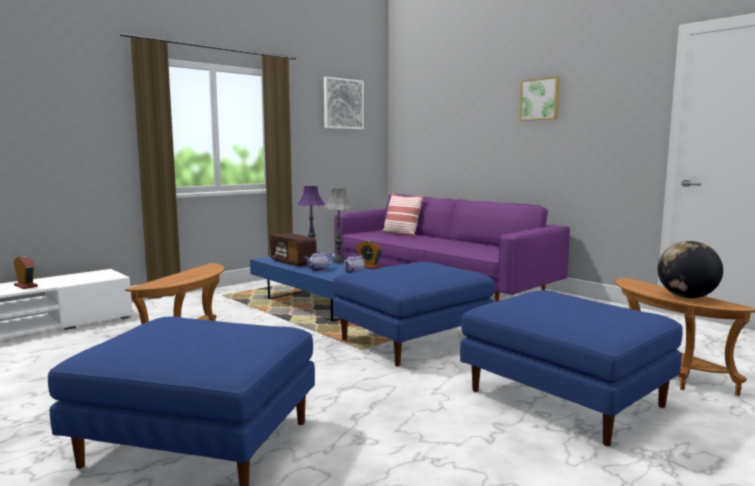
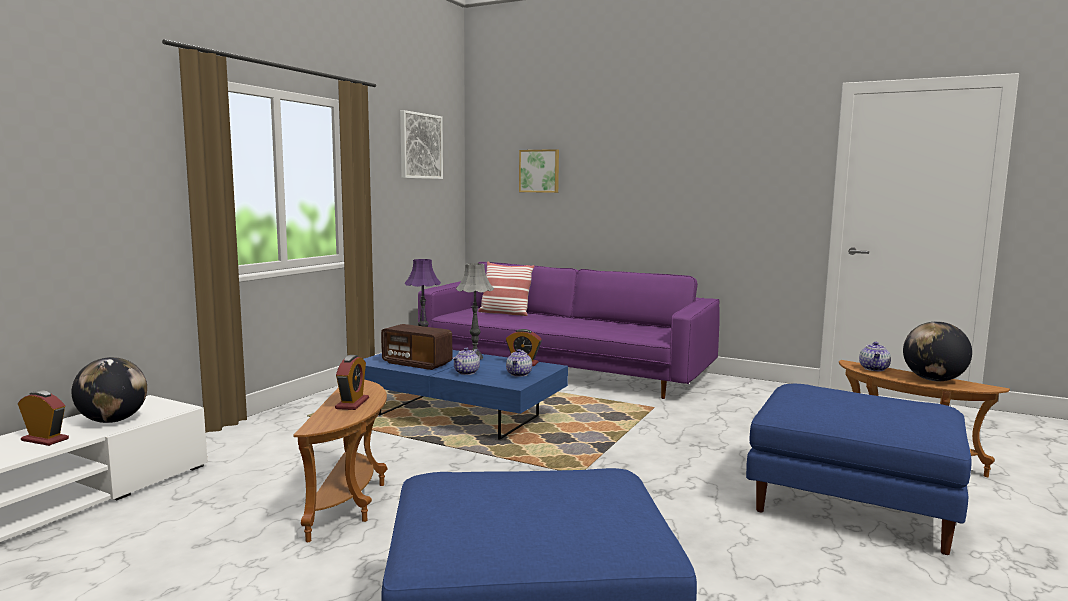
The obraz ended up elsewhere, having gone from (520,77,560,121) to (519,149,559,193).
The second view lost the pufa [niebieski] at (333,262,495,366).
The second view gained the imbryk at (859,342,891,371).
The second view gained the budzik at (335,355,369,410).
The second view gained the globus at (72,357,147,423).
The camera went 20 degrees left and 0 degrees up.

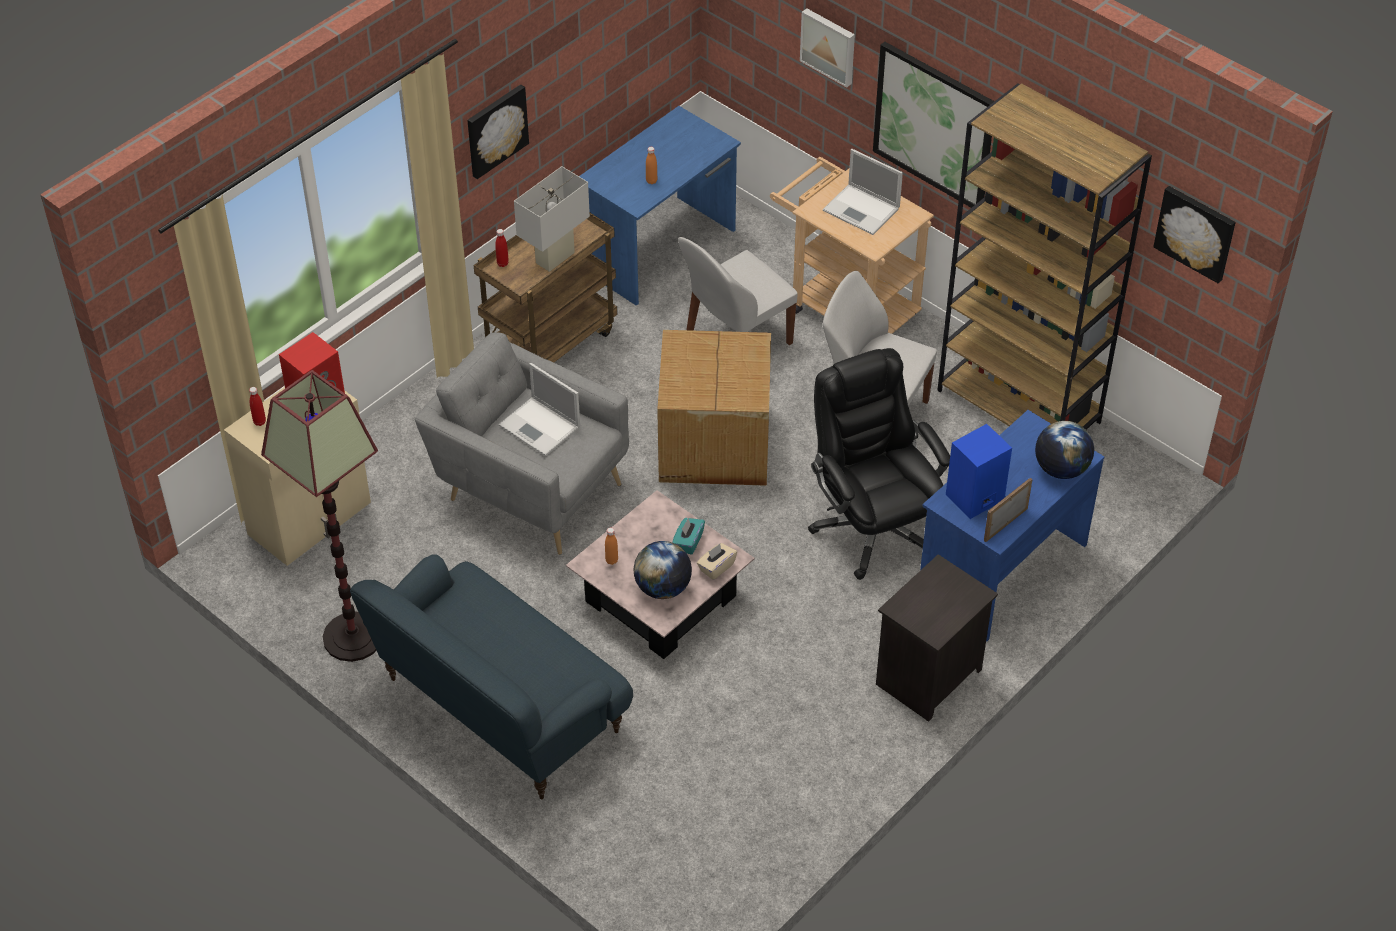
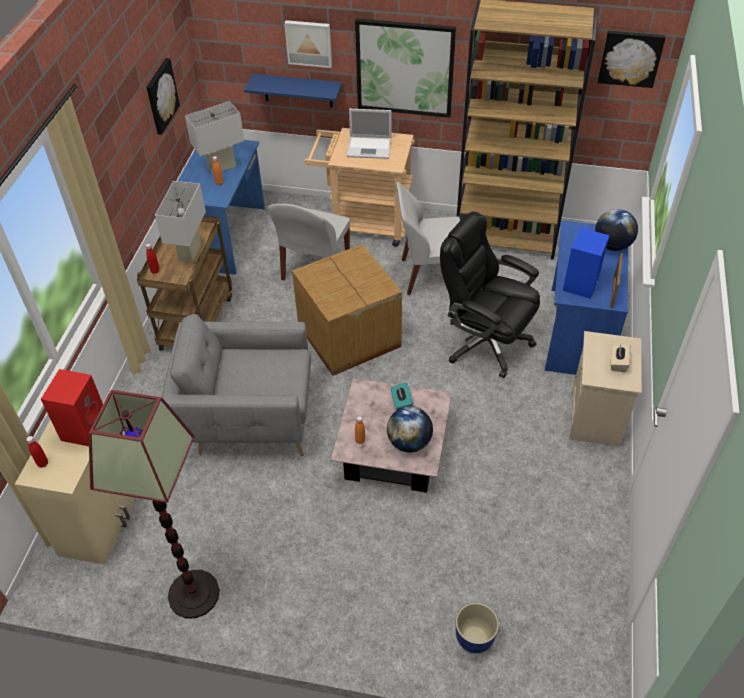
The obraz ended up elsewhere, having gone from (467,84,529,179) to (146,58,180,135).
The second view lost the laptop at (499,363,580,456).
The pudełko chusteczek [beżowy] ended up elsewhere, having gone from (697,543,737,580) to (610,344,631,372).
The second view lost the kanapa [niebieski] at (350,554,633,799).
What was the szafka nocna [czarny] at (876,554,998,722) turned into the szafka nocna [beżowy] at (569,331,642,447).
The second view gained the półka [niebieski] at (244,74,342,107).
The second view gained the lampa stołowa [biały] at (185,101,244,175).
The second view gained the donica at (456,603,499,653).
The camera went 30 degrees left and 0 degrees up.

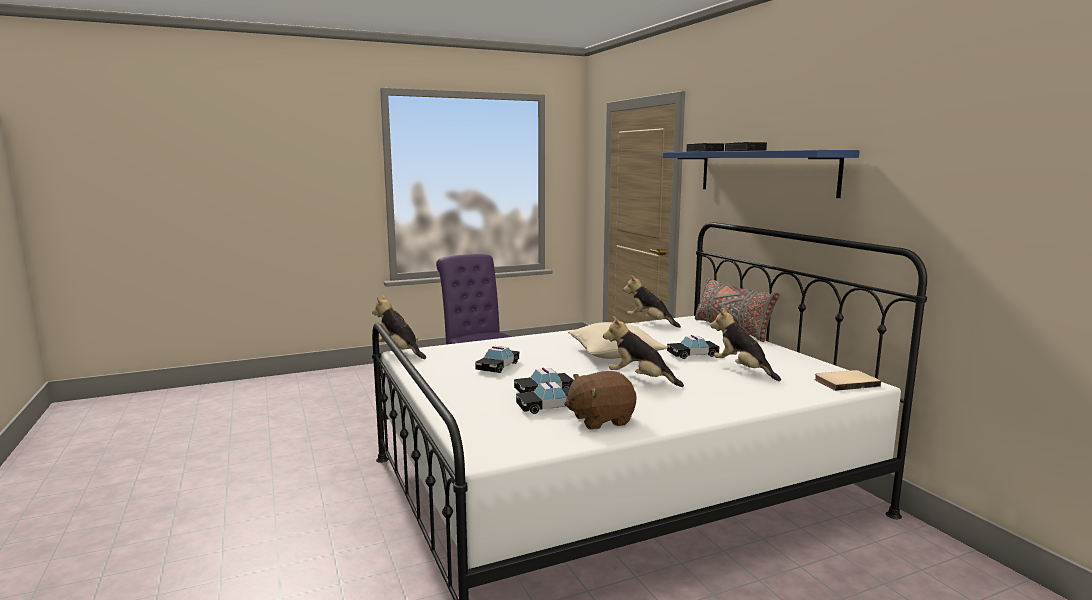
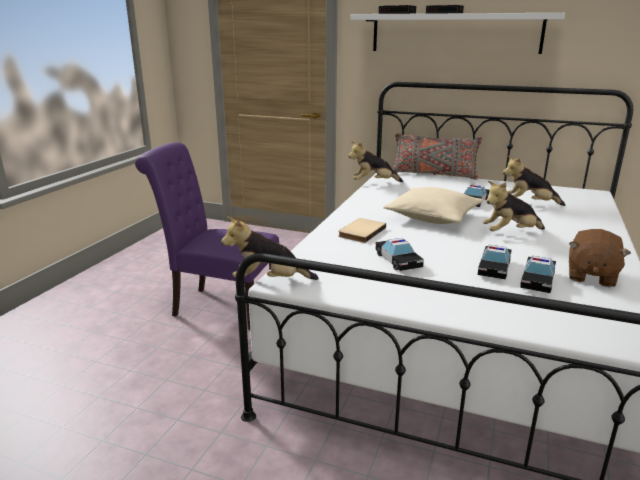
What was the półka [niebieski] at (663,150,860,198) turned into the półka [biały] at (350,13,565,54).
The książka [beżowy] ended up elsewhere, having gone from (814,370,881,391) to (338,218,386,243).
The camera went 45 degrees left and 10 degrees up.

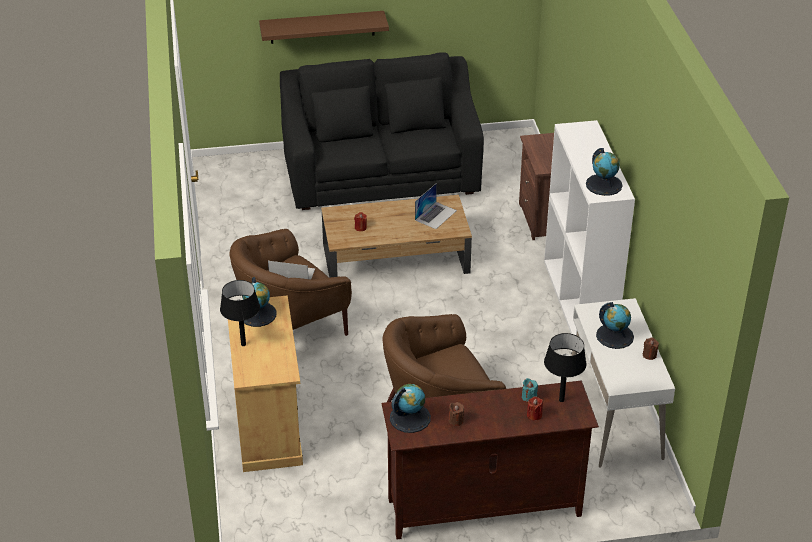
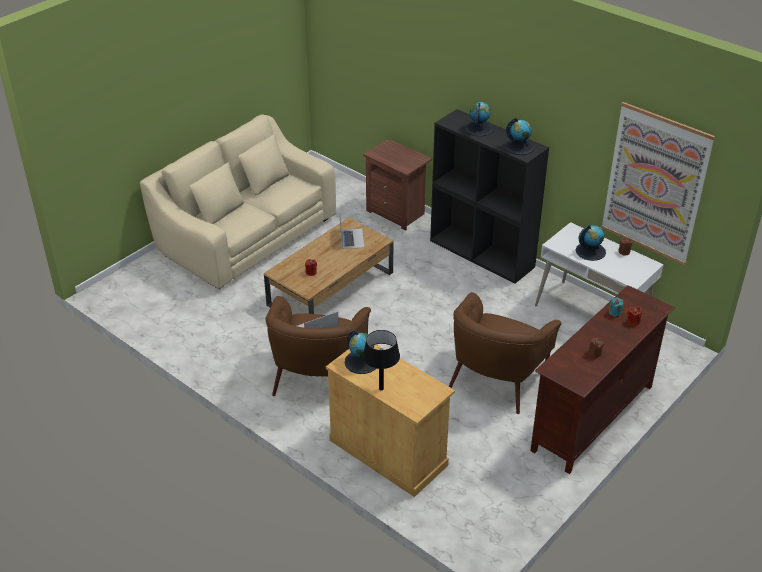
The second view lost the półka [brązowy] at (259,11,389,44).
What was the kanapa [czarny] at (280,52,484,210) turned into the kanapa [beżowy] at (140,114,336,289).
What was the regał [biały] at (544,120,635,335) turned into the regał [czarny] at (430,109,549,284).
The second view lost the lampa stołowa [czarny] at (544,333,586,402).
The globus ended up elsewhere, having gone from (390,384,431,433) to (465,102,494,136).
The second view gained the obraz at (601,102,715,265).
The camera went 40 degrees left and 0 degrees up.

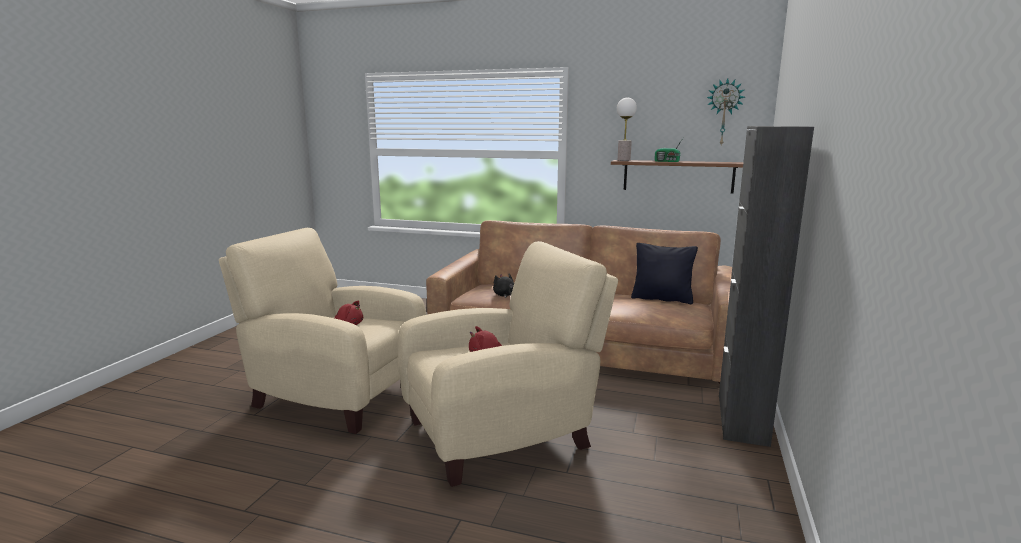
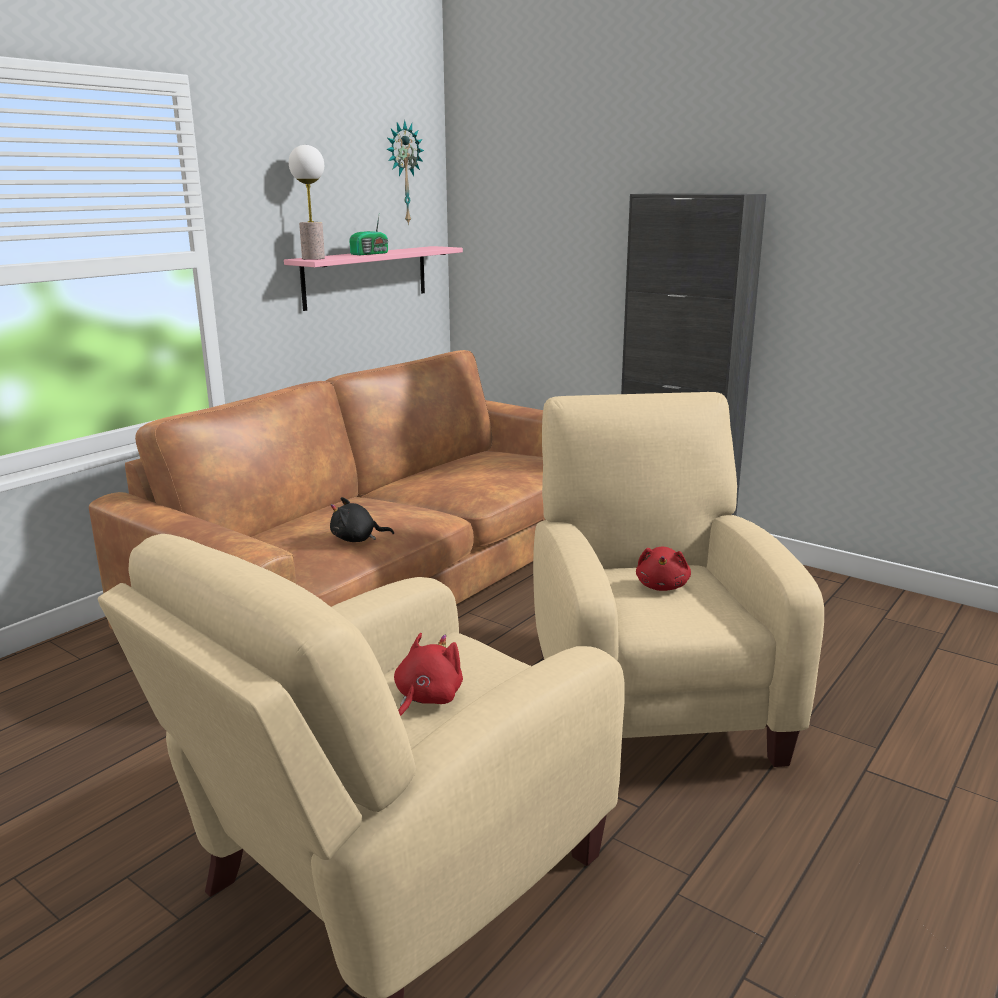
What was the półka [brązowy] at (611,160,743,194) turned into the półka [różowy] at (284,246,463,311).
The second view lost the poduszka [czarny] at (631,243,698,304).
The camera went 70 degrees left and 5 degrees up.

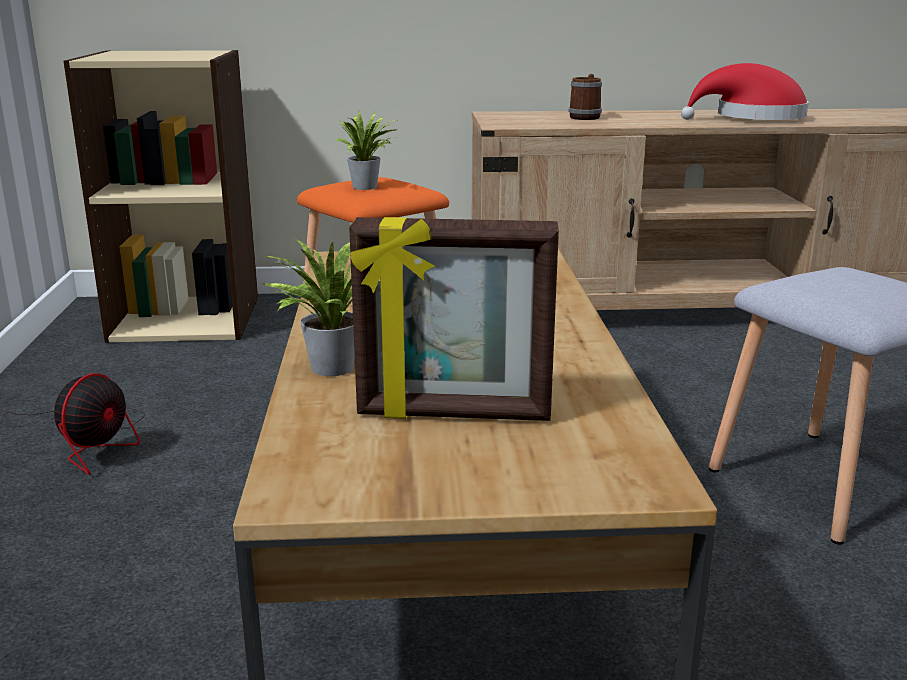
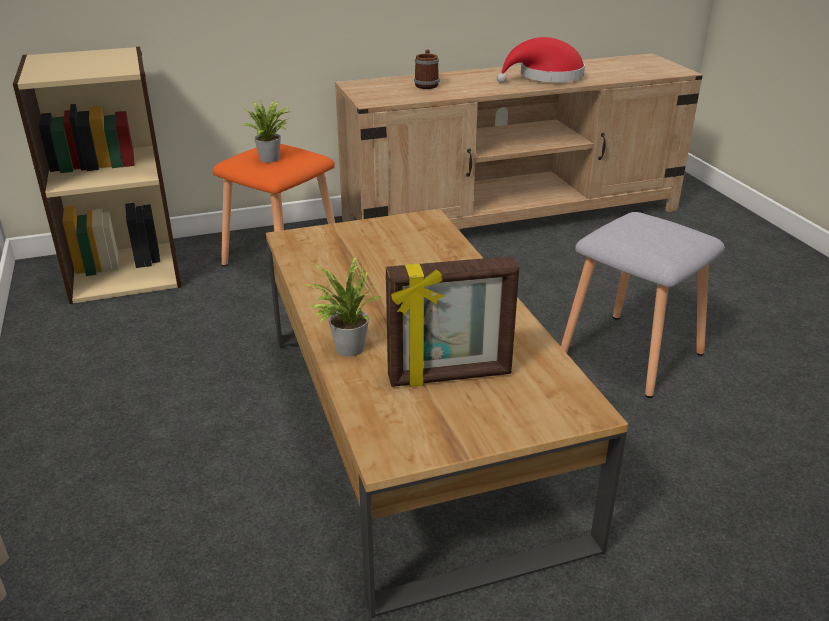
The second view lost the wentylator at (5,373,145,475).
The camera went 15 degrees left and 10 degrees up.

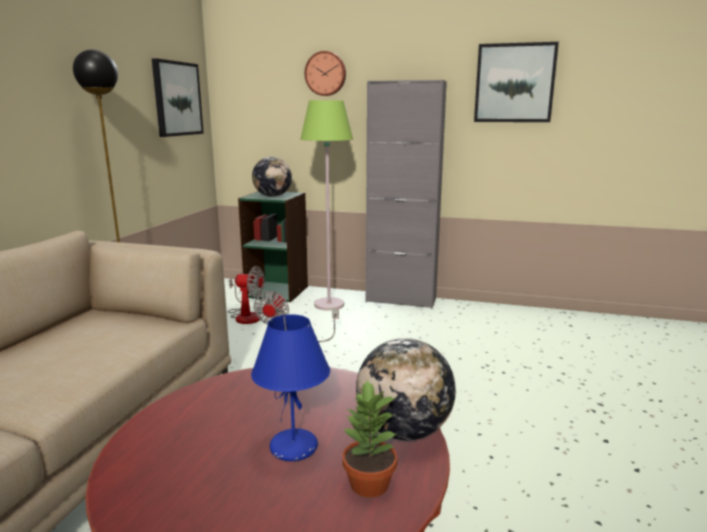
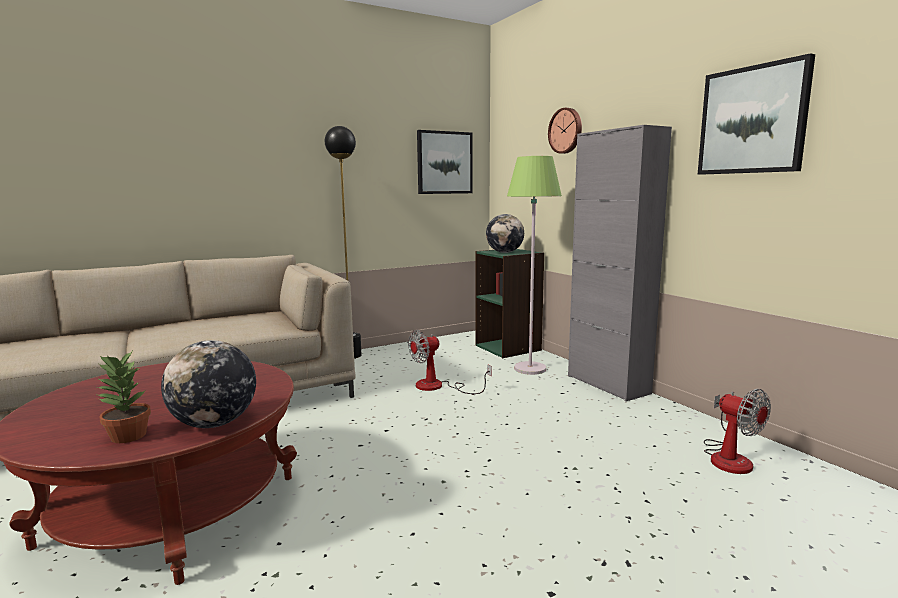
The wentylator ended up elsewhere, having gone from (229,266,264,324) to (704,389,771,474).
The second view lost the lampa stołowa [niebieski] at (251,314,330,461).
The camera went 45 degrees right and 5 degrees down.

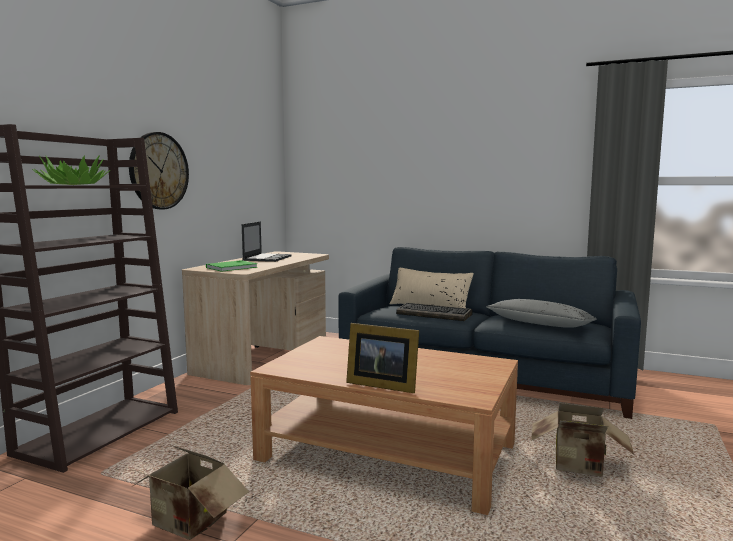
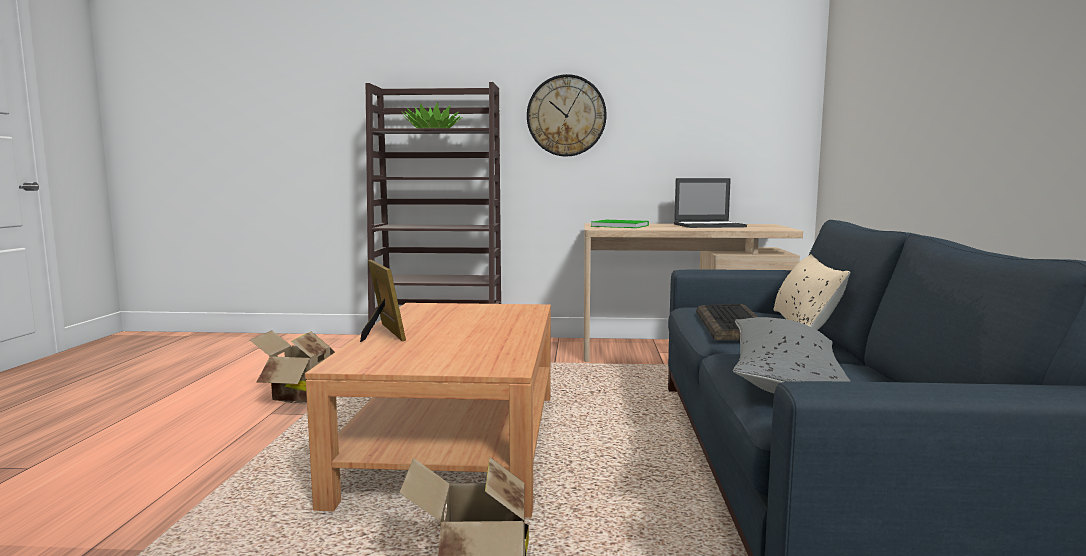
The ramka na zdjęcie at (346,323,419,393) ended up facing another way, 150 degrees clockwise from before.
The camera went 70 degrees right and 0 degrees up.

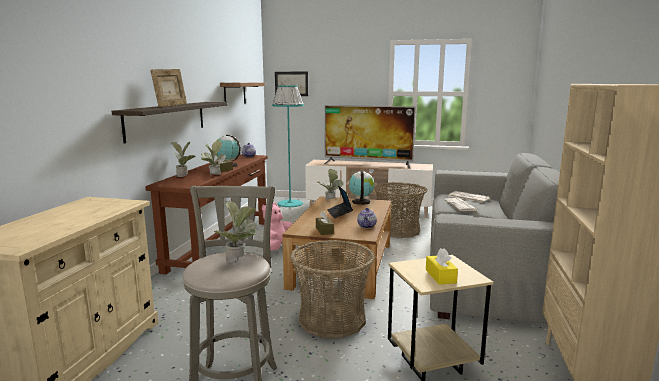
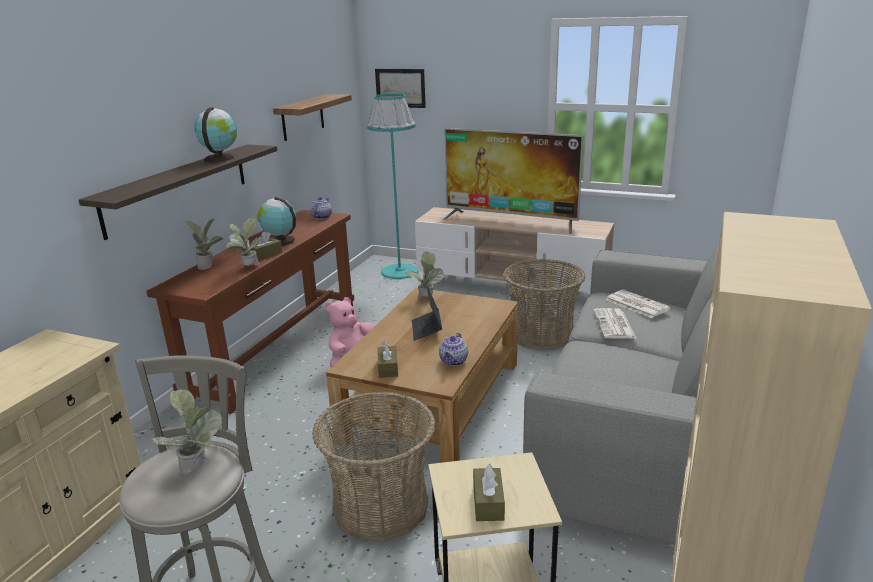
The second view lost the ramka na zdjęcie at (150,69,187,107).
The globus ended up elsewhere, having gone from (349,171,374,205) to (194,107,237,162).
What was the pudełko chusteczek [żółty] at (426,248,458,285) turned into the pudełko chusteczek [brązowy] at (473,464,505,521).
The camera went 10 degrees right and 10 degrees up.

